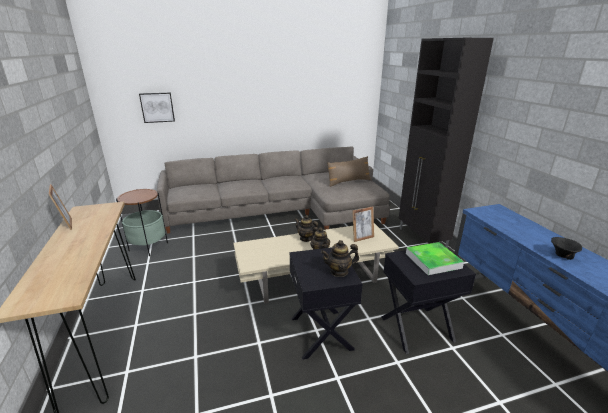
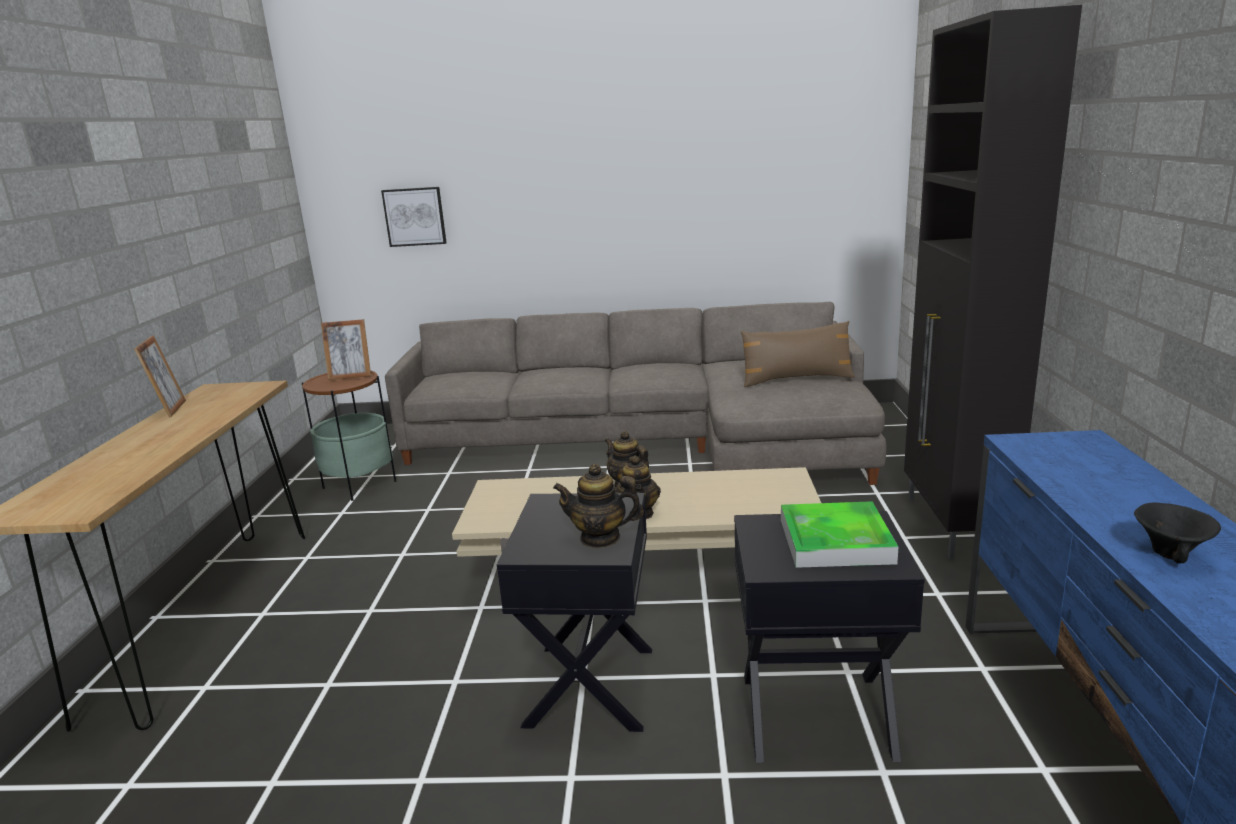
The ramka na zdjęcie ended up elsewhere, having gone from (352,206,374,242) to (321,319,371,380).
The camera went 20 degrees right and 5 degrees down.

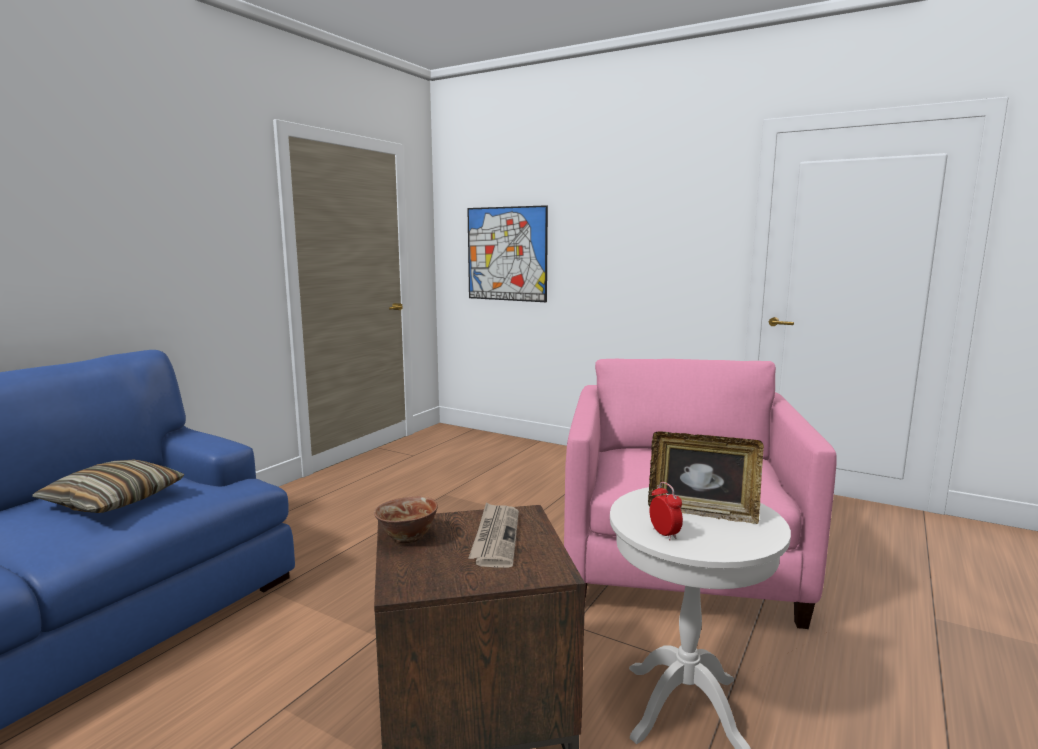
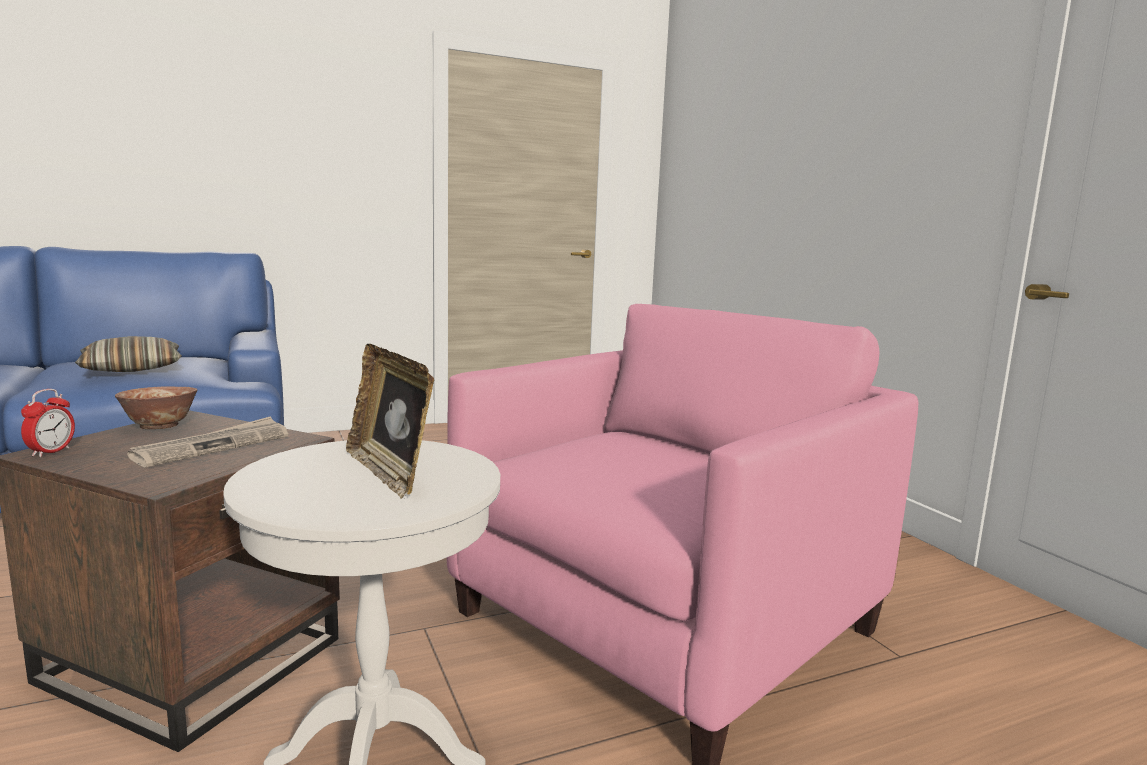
The second view lost the obraz at (467,205,548,302).
The budzik ended up elsewhere, having gone from (649,482,683,540) to (21,389,75,457).
The camera went 35 degrees right and 0 degrees up.

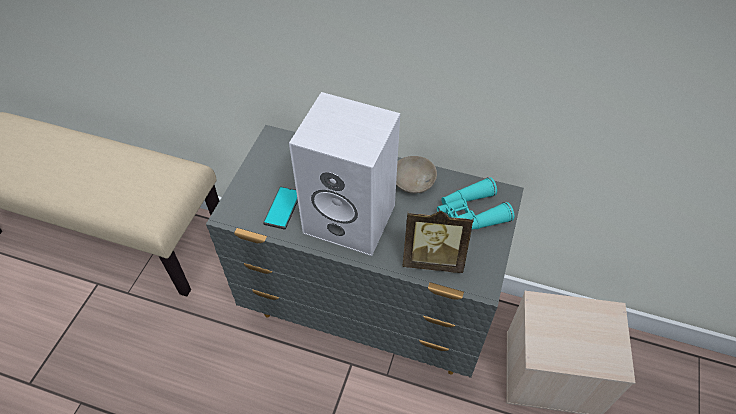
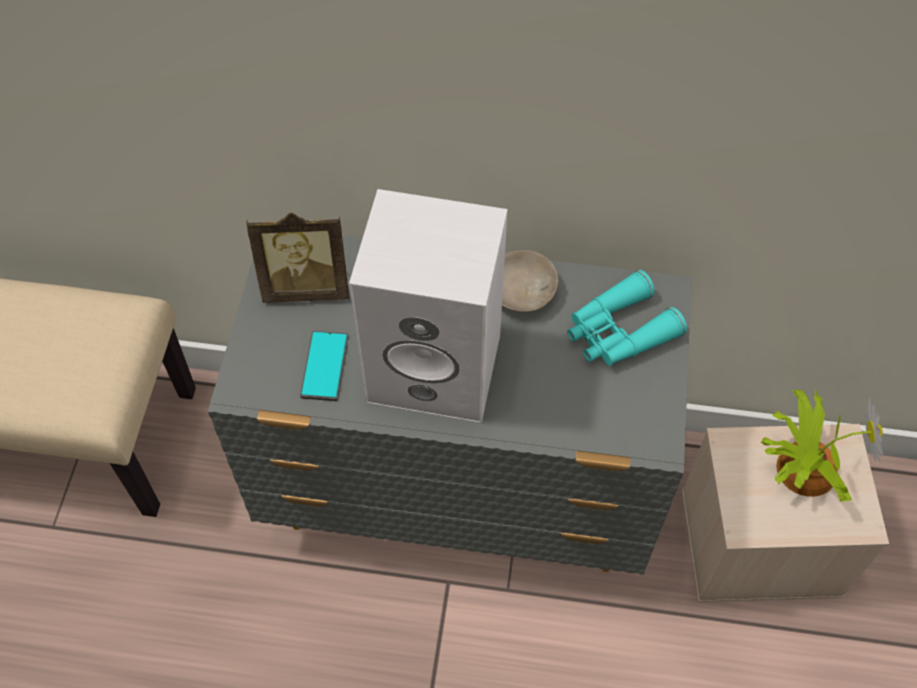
The ramka na zdjęcie ended up elsewhere, having gone from (403,211,474,273) to (246,213,349,303).
The second view gained the roślina doniczkowa at (761,389,883,502).
The camera went 10 degrees left and 5 degrees up.

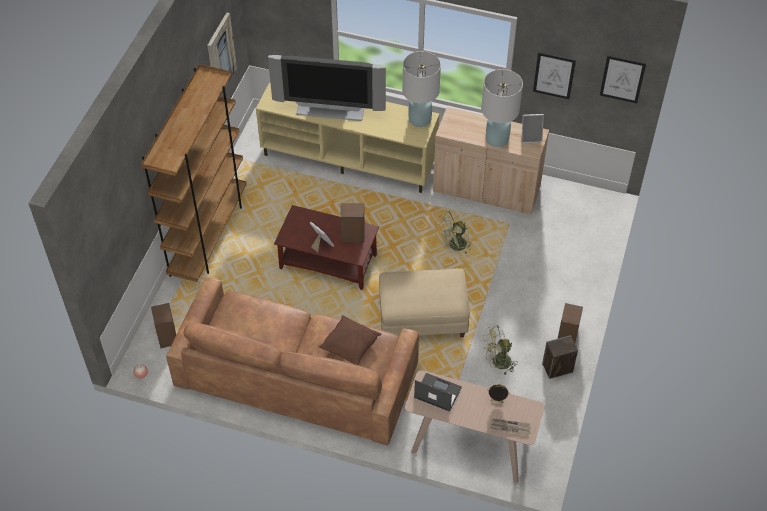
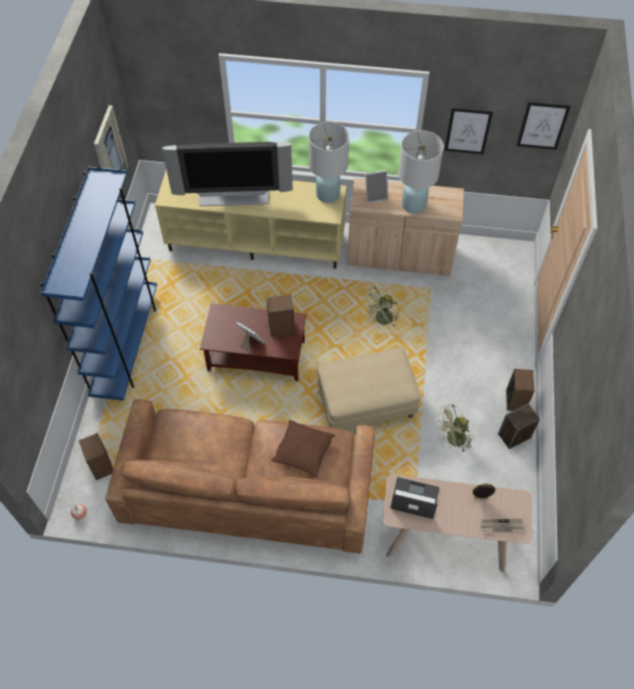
What was the regał [brązowy] at (141,64,247,282) turned into the regał [niebieski] at (40,166,157,401).
The ramka na zdjęcie ended up elsewhere, having gone from (521,114,544,143) to (365,170,388,204).
The camera went 10 degrees left and 5 degrees up.

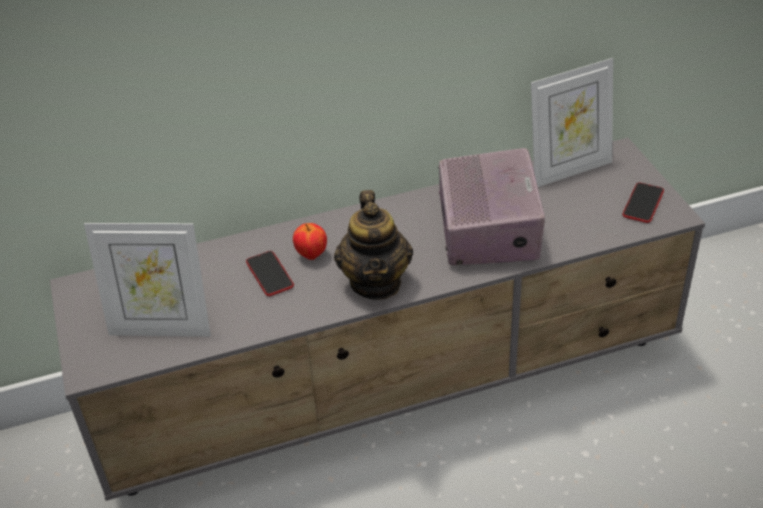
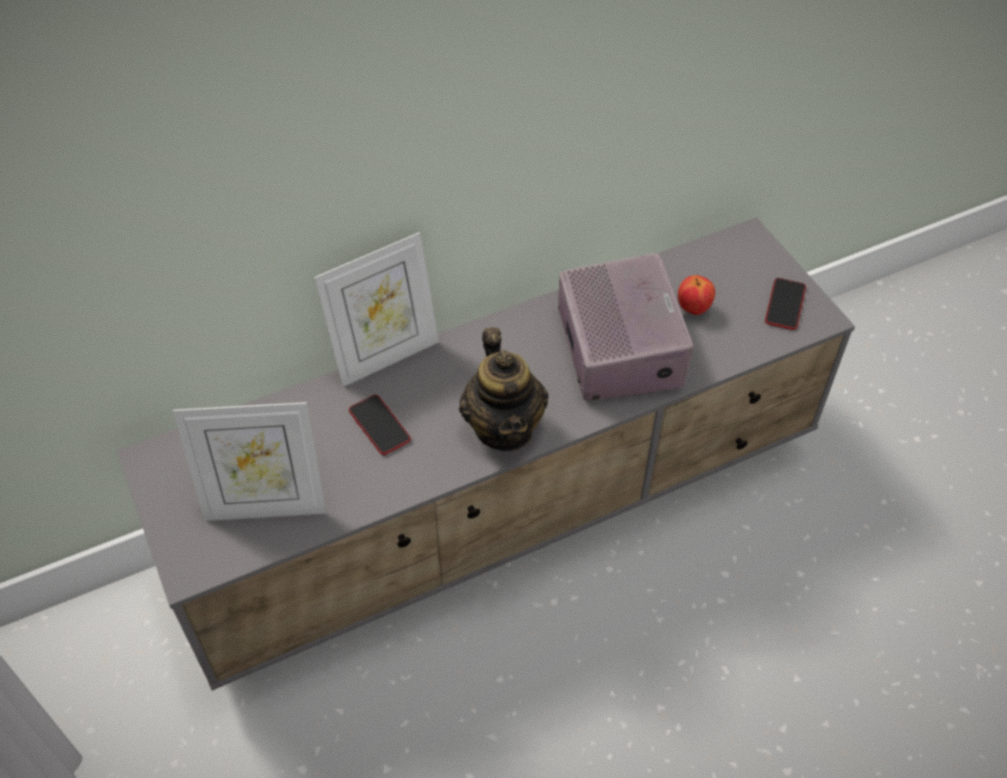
The ramka na zdjęcie ended up elsewhere, having gone from (531,58,613,187) to (314,232,439,387).
The jabłko ended up elsewhere, having gone from (293,223,327,260) to (678,275,715,315).
The camera went 10 degrees left and 10 degrees up.

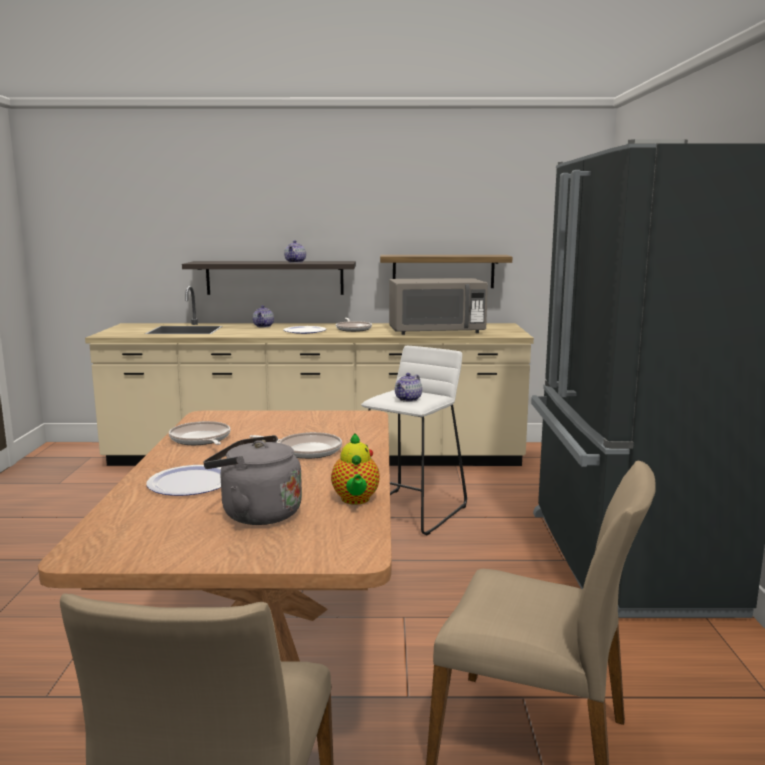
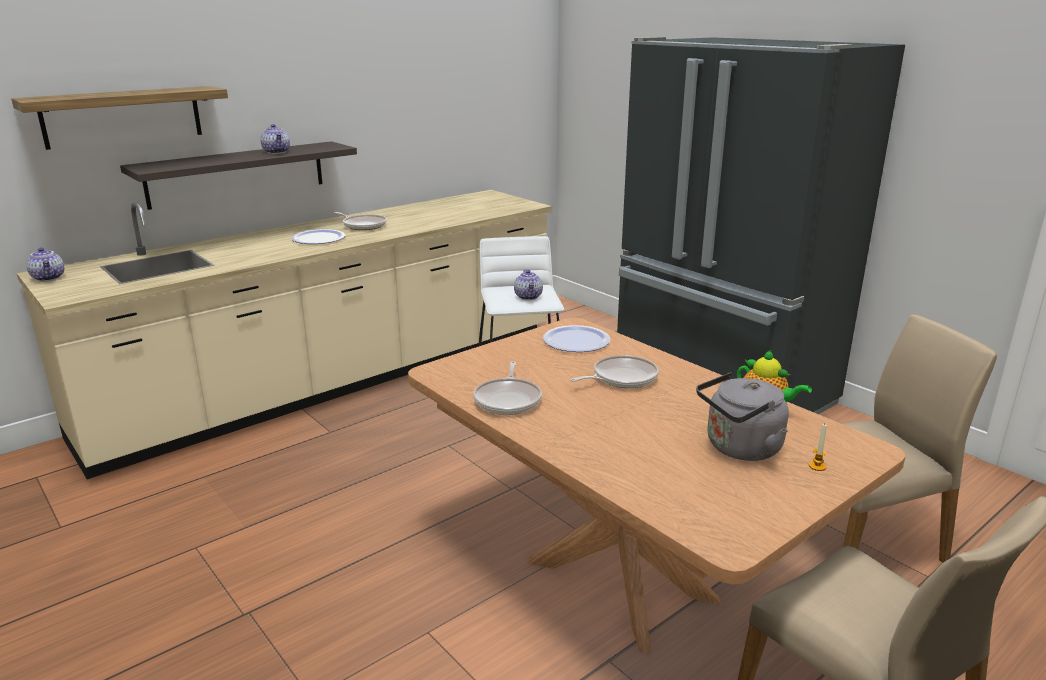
The półka ended up elsewhere, having gone from (380,255,512,288) to (11,86,228,150).
The second view lost the mikrofalówka [szary] at (389,278,488,335).
The imbryk ended up elsewhere, having gone from (252,305,274,328) to (26,248,64,282).
The patelnia at (169,421,230,445) ended up facing another way, 105 degrees counterclockwise from before.
The talerz ended up elsewhere, having gone from (146,465,221,496) to (543,325,610,352).
The second view gained the świeca at (809,424,827,471).
The camera went 40 degrees left and 10 degrees up.

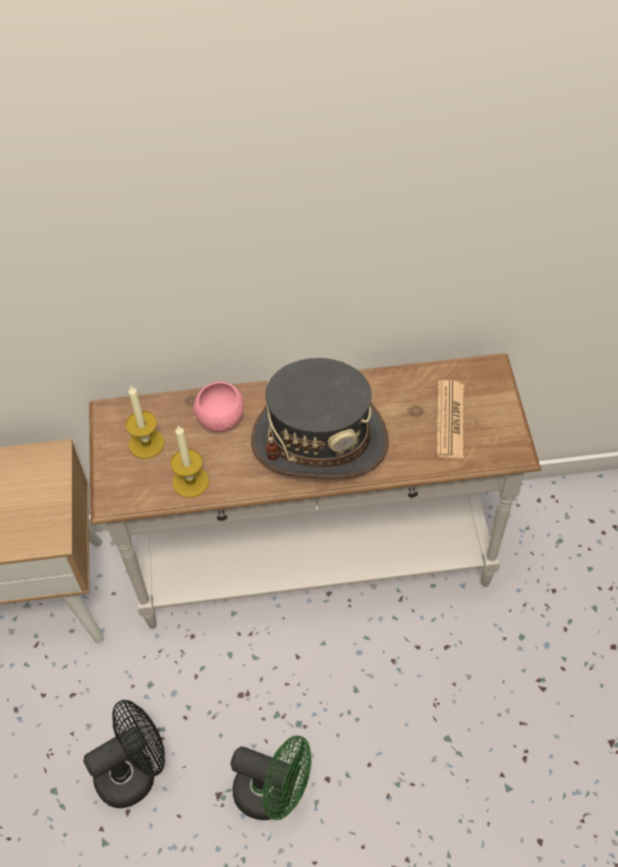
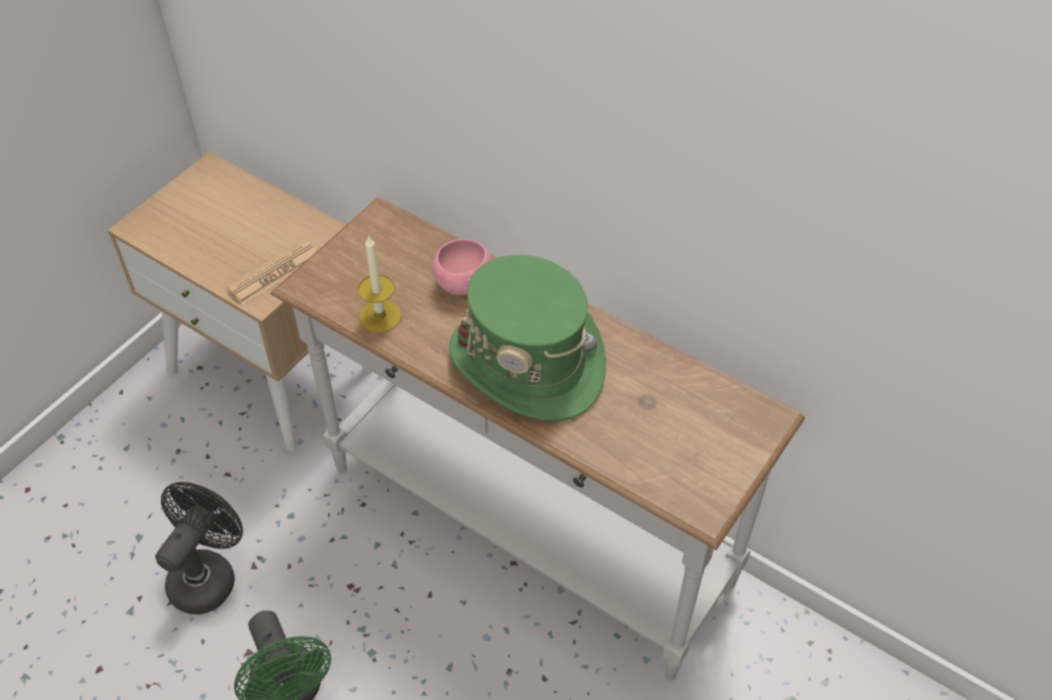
What was the kapelusz [szary] at (251,358,389,479) turned into the kapelusz [zielony] at (449,255,606,421).
The gazeta ended up elsewhere, having gone from (436,380,464,458) to (227,240,317,305).
The second view lost the świeca at (125,386,165,459).
The wentylator [czarny] at (83,700,165,808) ended up facing another way, 75 degrees counterclockwise from before.
The camera went 40 degrees right and 5 degrees down.

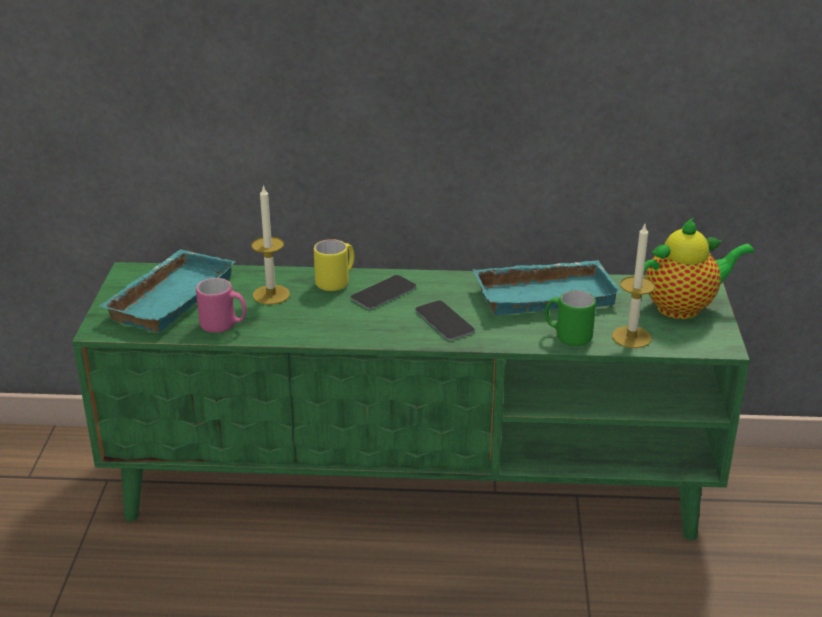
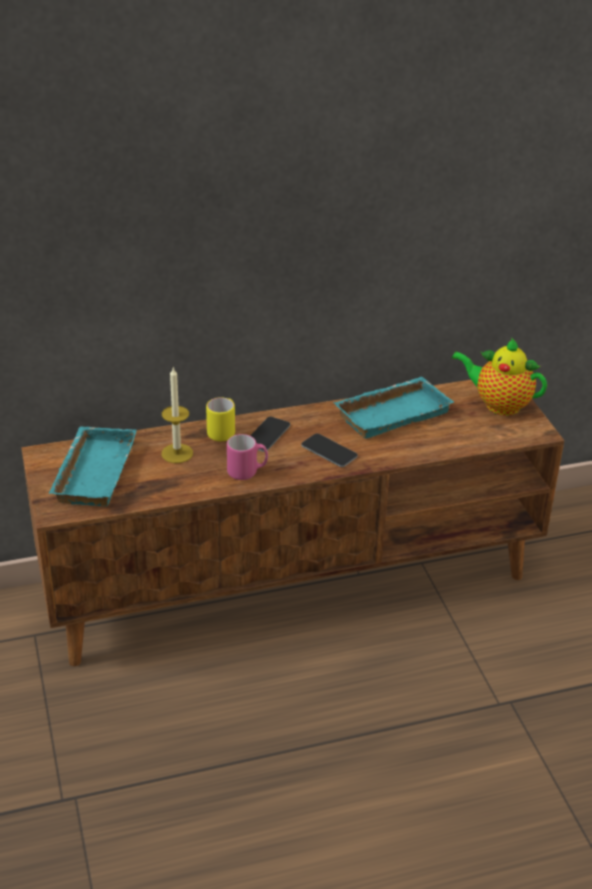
The imbryk at (643,218,755,319) ended up facing another way, 120 degrees counterclockwise from before.
The second view lost the świeca at (612,224,655,348).
What was the szafka pod telewizor [zielony] at (72,262,750,541) turned into the szafka pod telewizor [brązowy] at (21,380,564,666).
The kubek [różowy] ended up elsewhere, having gone from (196,278,247,333) to (227,434,268,480).
The second view lost the kubek [zielony] at (545,290,596,346).
The camera went 20 degrees left and 5 degrees up.

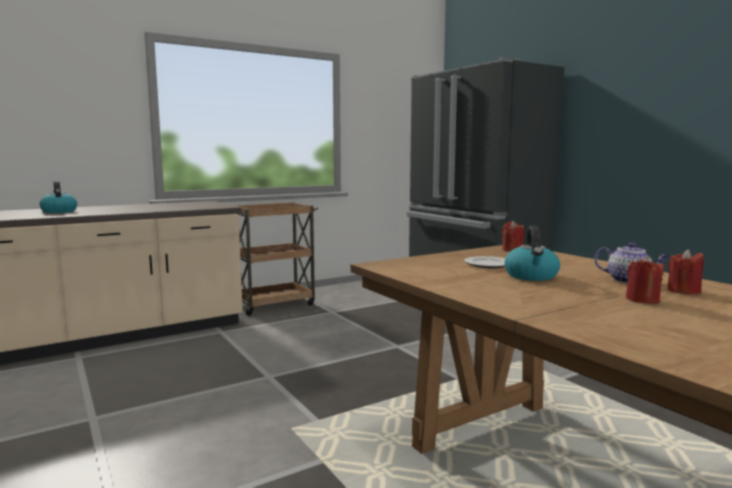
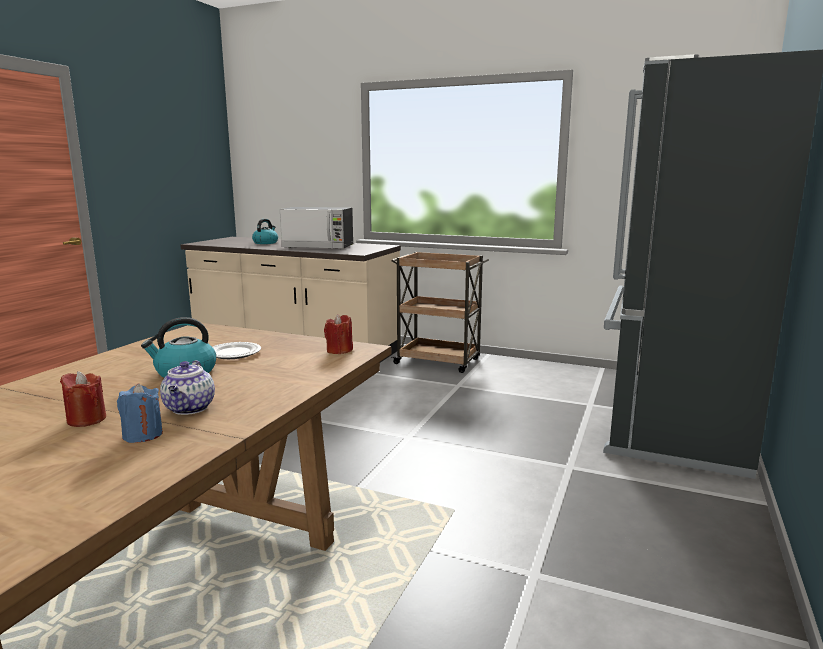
What was the świeca [czerwony] at (667,249,704,294) turned into the świeca [niebieski] at (117,383,163,443).
The second view gained the mikrofalówka at (280,207,353,249).
The camera went 55 degrees right and 5 degrees up.

